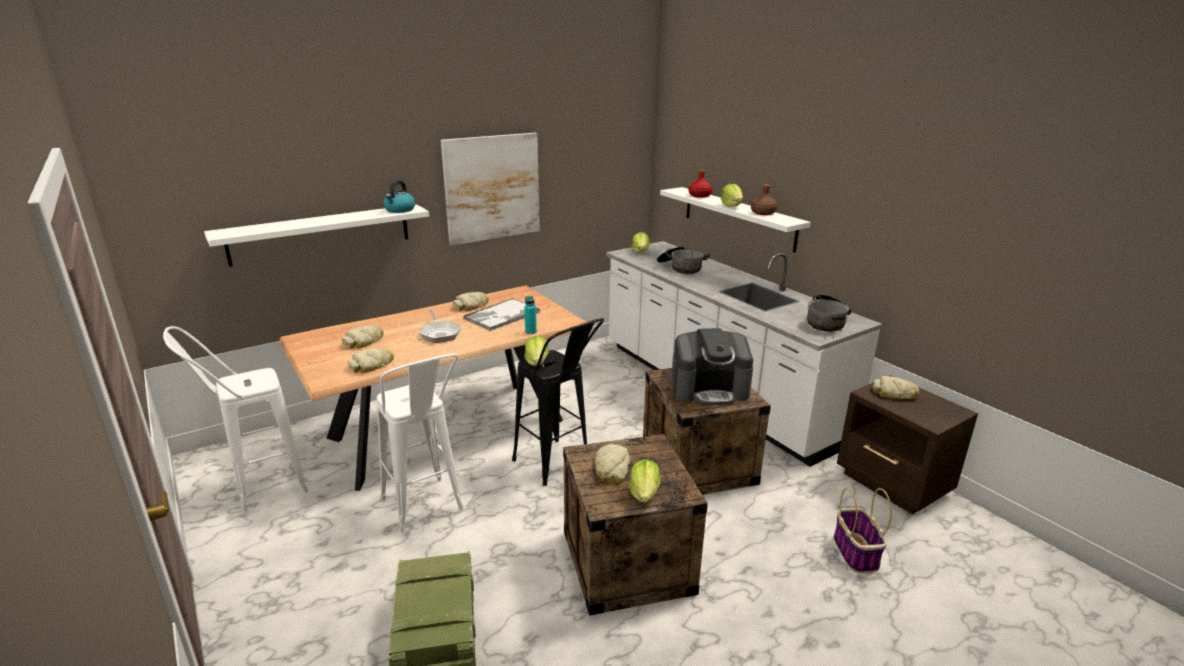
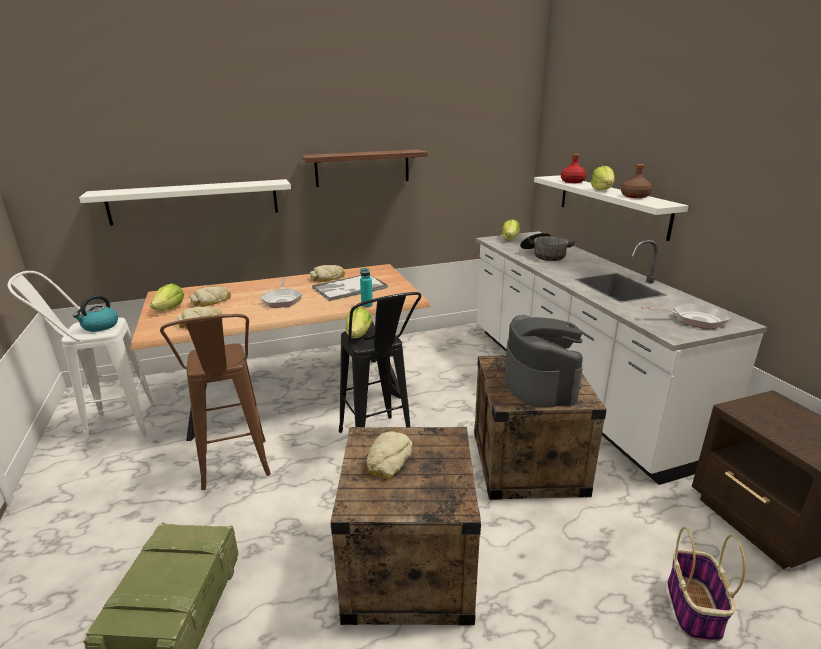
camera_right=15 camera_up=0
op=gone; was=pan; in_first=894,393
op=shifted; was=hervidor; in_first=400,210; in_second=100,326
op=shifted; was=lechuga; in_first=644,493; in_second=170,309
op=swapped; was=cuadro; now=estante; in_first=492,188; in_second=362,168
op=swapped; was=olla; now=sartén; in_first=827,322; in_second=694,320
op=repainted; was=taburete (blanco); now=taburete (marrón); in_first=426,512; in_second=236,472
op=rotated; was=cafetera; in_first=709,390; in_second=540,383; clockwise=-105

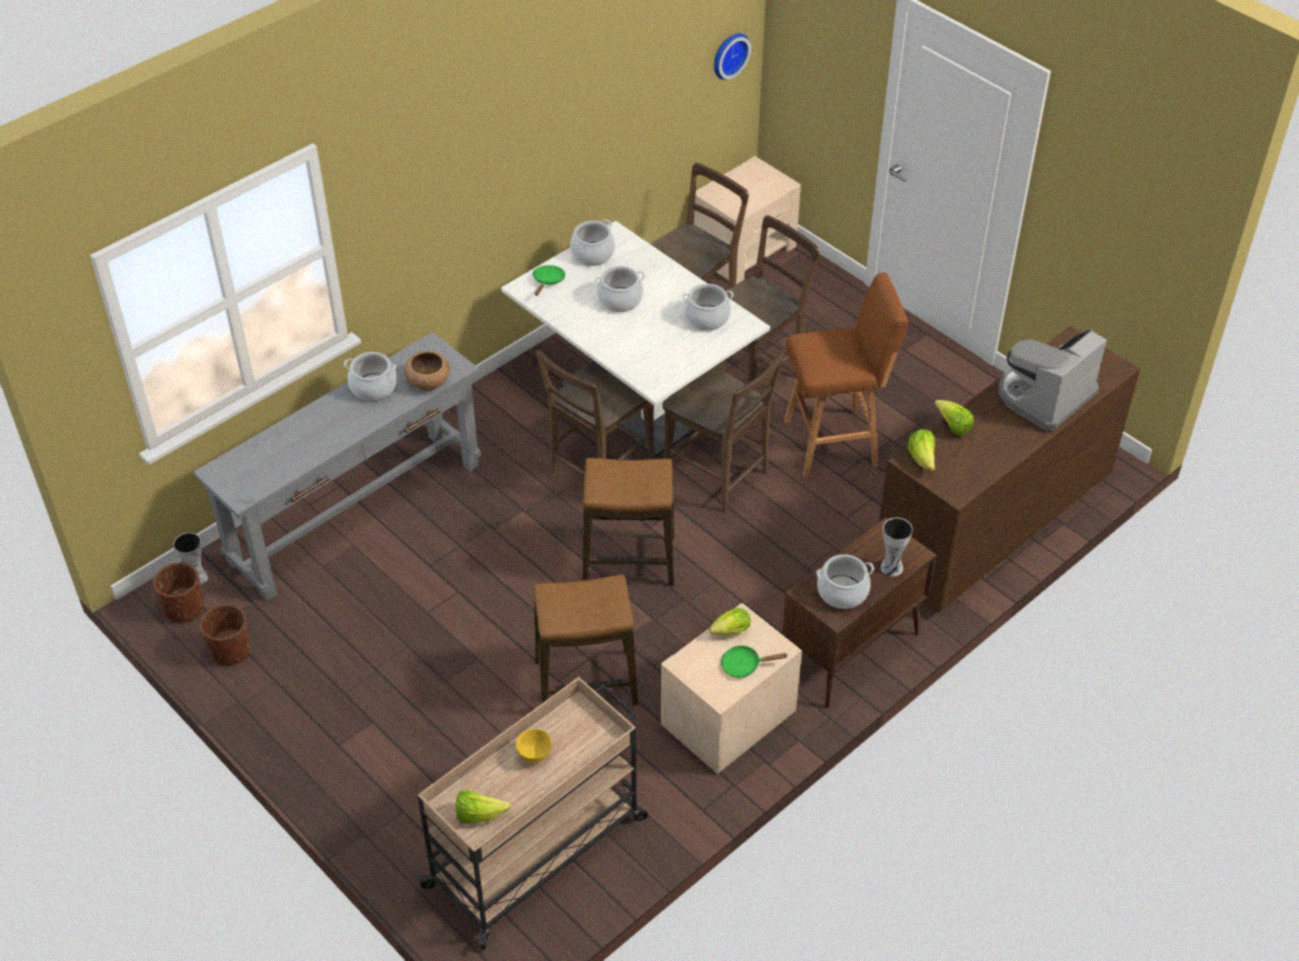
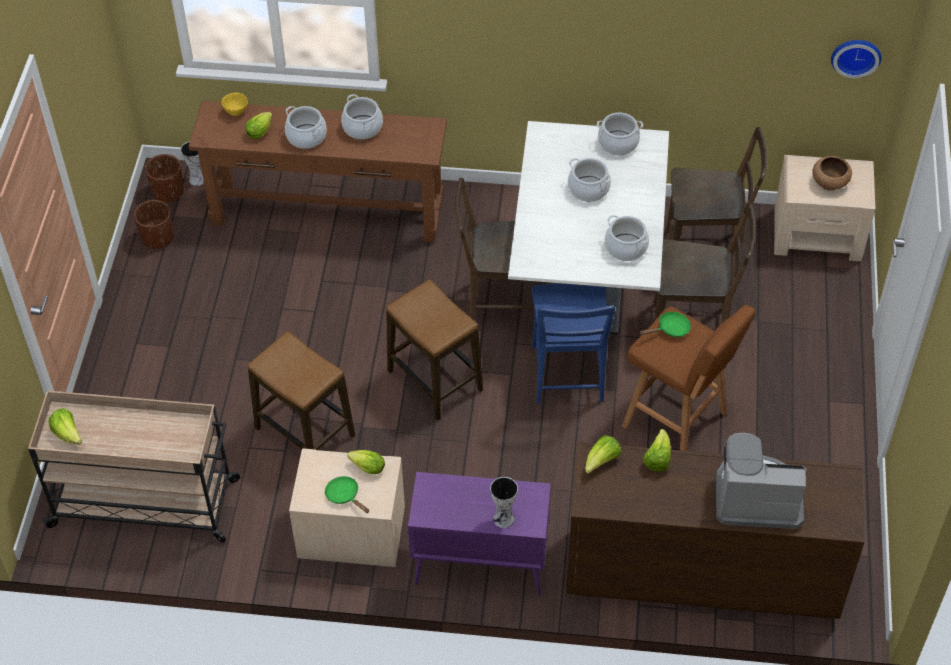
camera_right=50 camera_up=5
op=new; now=lechuga; in_second=261,131
op=shifted; was=cuenco (marrón); in_first=429,382; in_second=830,182
op=shifted; was=cuenco (amarillo); in_first=534,755; in_second=236,112
op=shifted; was=sartén (verde); in_first=548,281; in_second=670,329
op=shifted; was=olla; in_first=842,592; in_second=306,137
op=repainted; was=mesa consola (gris); now=mesa consola (marrón); in_first=356,512; in_second=327,212
op=repainted; was=silla (marrón); now=silla (azul); in_first=719,476; in_second=567,377
op=repainted; was=armario (marrón); now=armario (morado); in_first=850,654; in_second=479,566

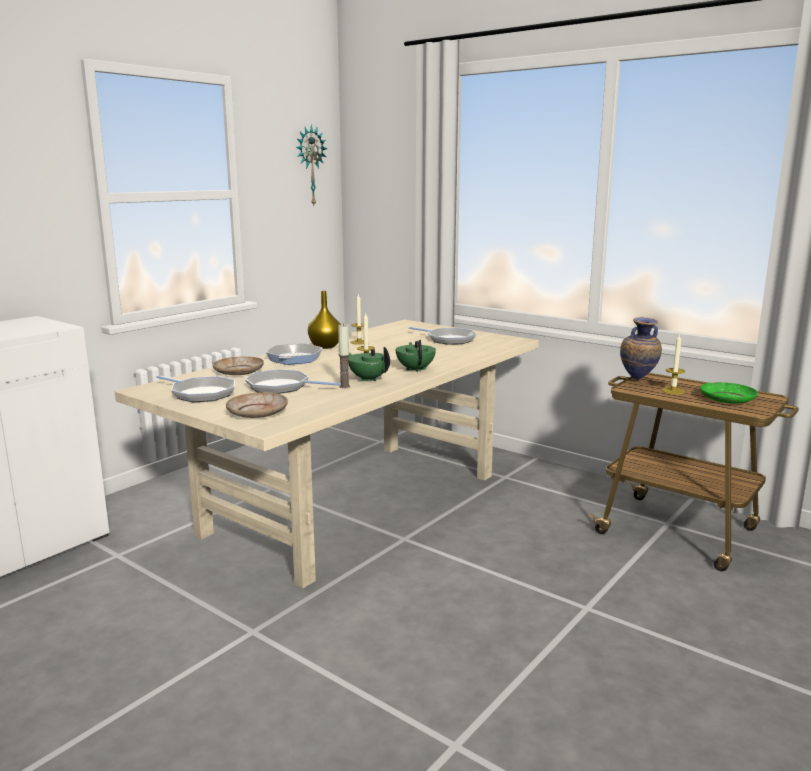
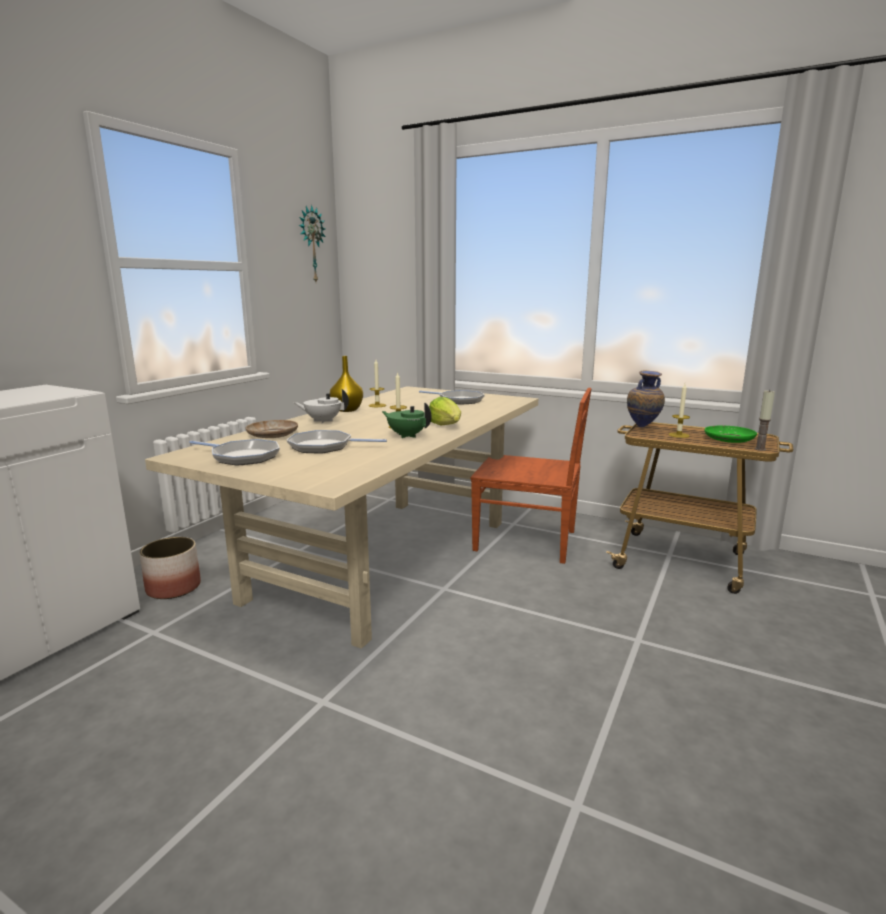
camera_right=-10 camera_up=0
op=gone; was=plato (beis); in_first=258,413
op=new; now=maceta; in_second=173,588
op=new; now=silla (marrón); in_second=528,541
op=shifted; was=vela; in_first=344,386; in_second=760,449
op=swapped; was=sartén; now=tetera (blanco); in_first=294,358; in_second=323,421
op=swapped; was=tetera (verde); now=lechuga; in_first=415,369; in_second=446,425

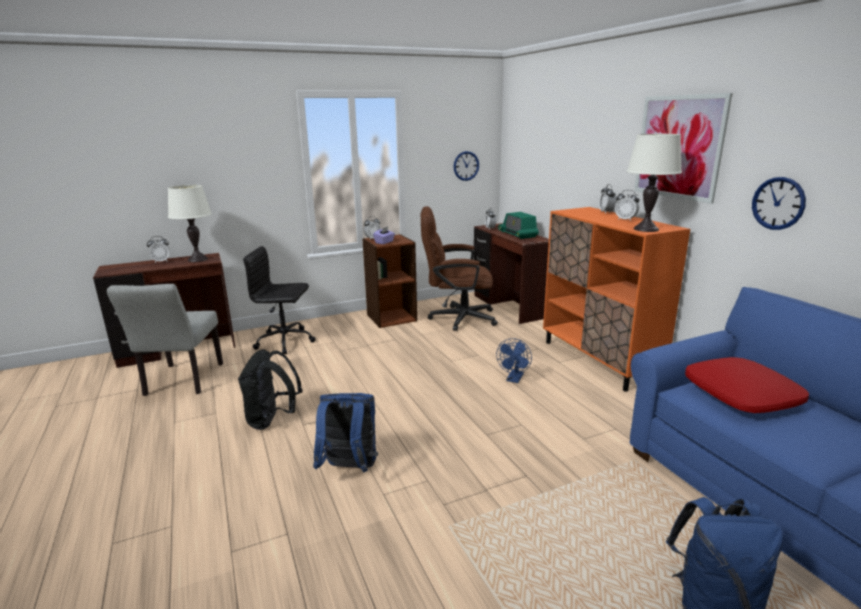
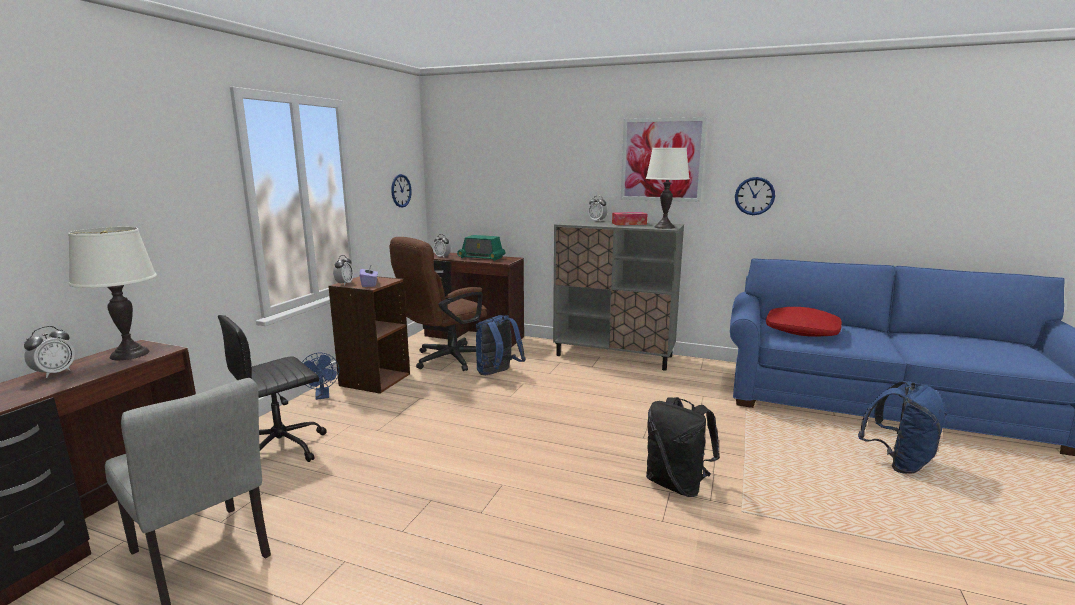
camera_right=-45 camera_up=-5
op=shifted; was=mochila (negro); in_first=272,420; in_second=677,484
op=shifted; was=mochila (azul); in_first=349,469; in_second=497,373
op=shifted; was=ventilador (azul); in_first=514,379; in_second=322,396
op=swapped; was=despertador; now=caja de pañuelos; in_first=625,220; in_second=629,224
op=repainted; was=armario (naranja); now=armario (gris); in_first=599,360; in_second=614,356

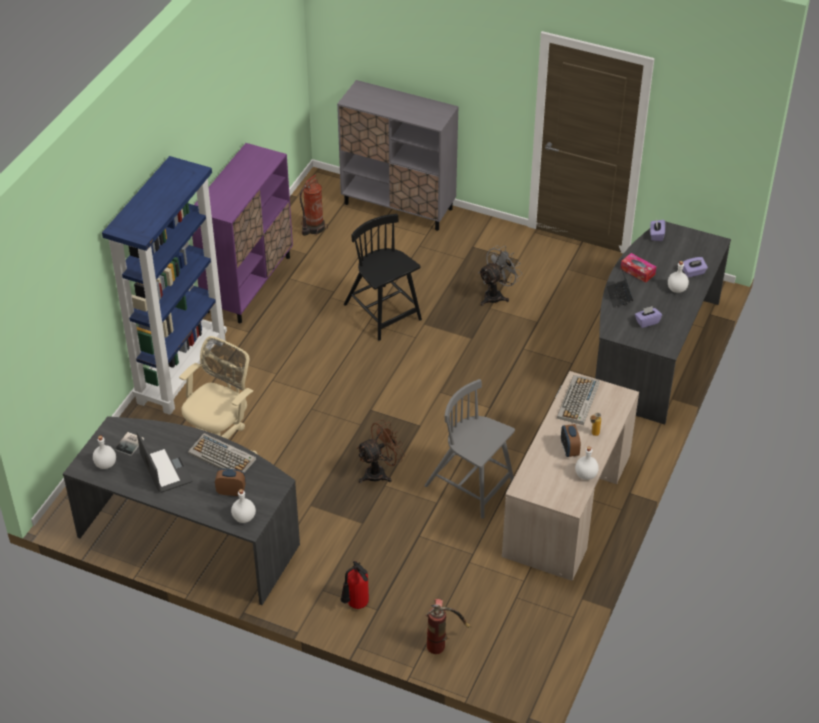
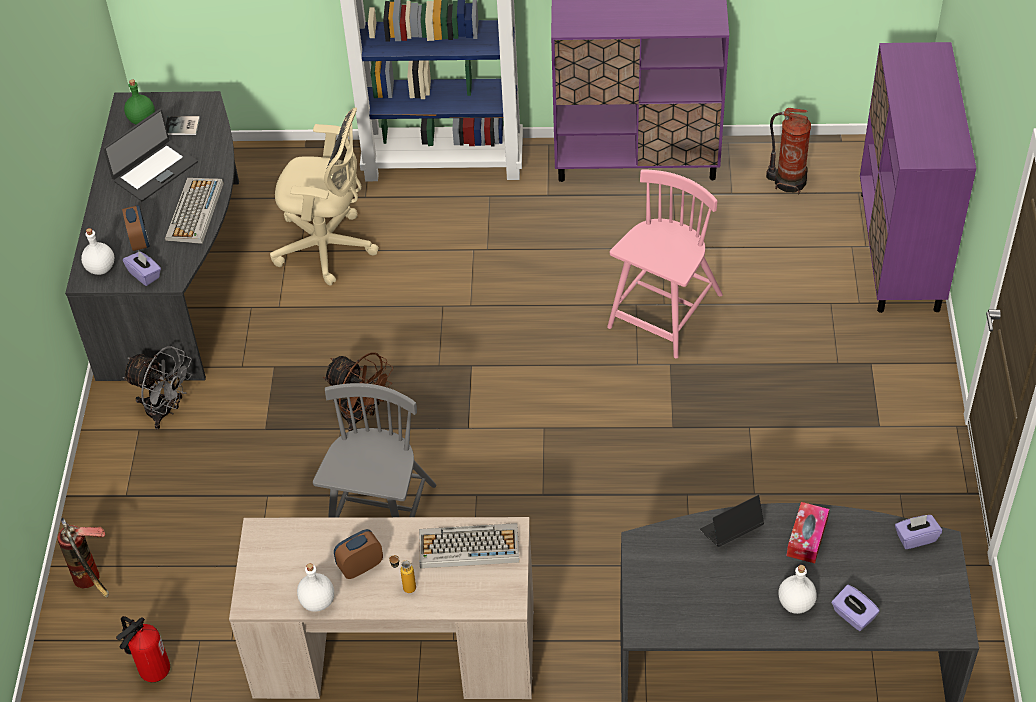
camera_right=70 camera_up=5
op=shifted; was=extintor; in_first=356,605; in_second=150,670
op=shifted; was=ventilador (gris); in_first=496,295; in_second=166,411
op=shifted; was=caja de pañuelos (morado); in_first=647,322; in_second=145,275
op=repainted; was=botella (blanco); now=botella (verde); in_first=105,464; in_second=142,119
op=repainted; was=armario (gris); now=armario (morado); in_first=398,206; in_second=899,251
op=repainted; was=silla (negro); now=silla (rosa); in_first=383,313; in_second=664,313

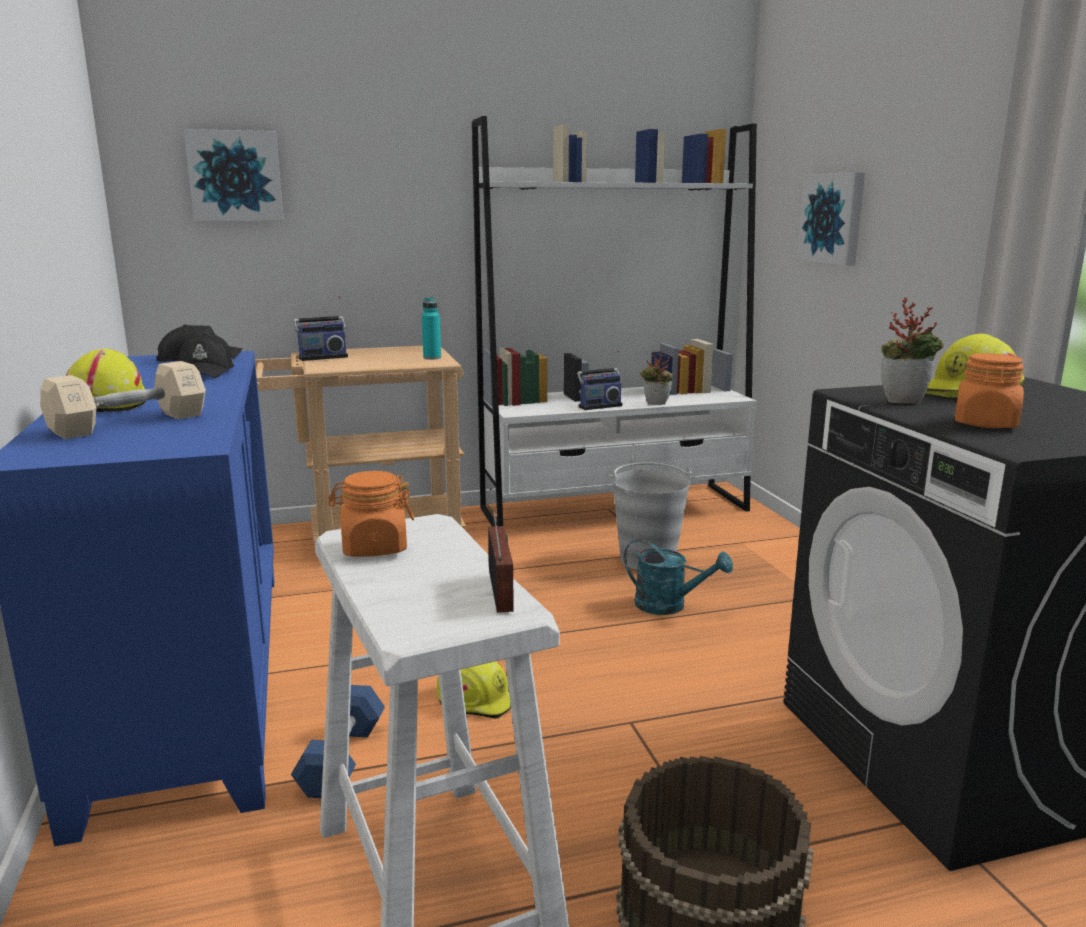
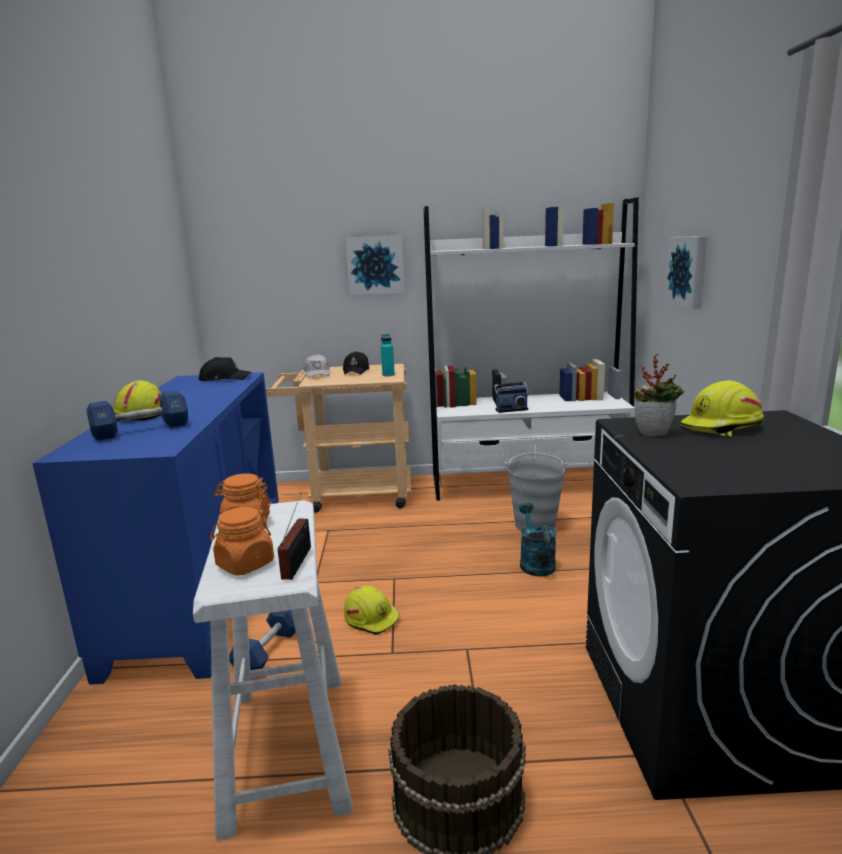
camera_right=15 camera_up=0
op=gone; was=planta en maceta; in_first=655,404
op=shifted; was=gorra (negro); in_first=207,372; in_second=356,371
op=shifted; was=cuadro; in_first=235,176; in_second=375,265
op=shifted; was=tarro (naranja); in_first=985,424; in_second=245,564
op=swapped; was=radio; now=gorra (blanco); in_first=322,357; in_second=317,373
op=repainted; was=mancuerna (beis); now=mancuerna (azul); in_first=130,424; in_second=141,430
op=rotated; was=regadera (turquesa); in_first=669,606; in_second=535,562; clockwise=-135

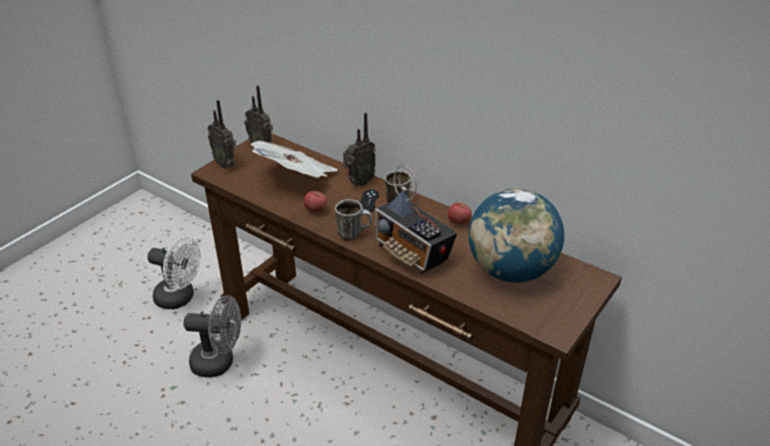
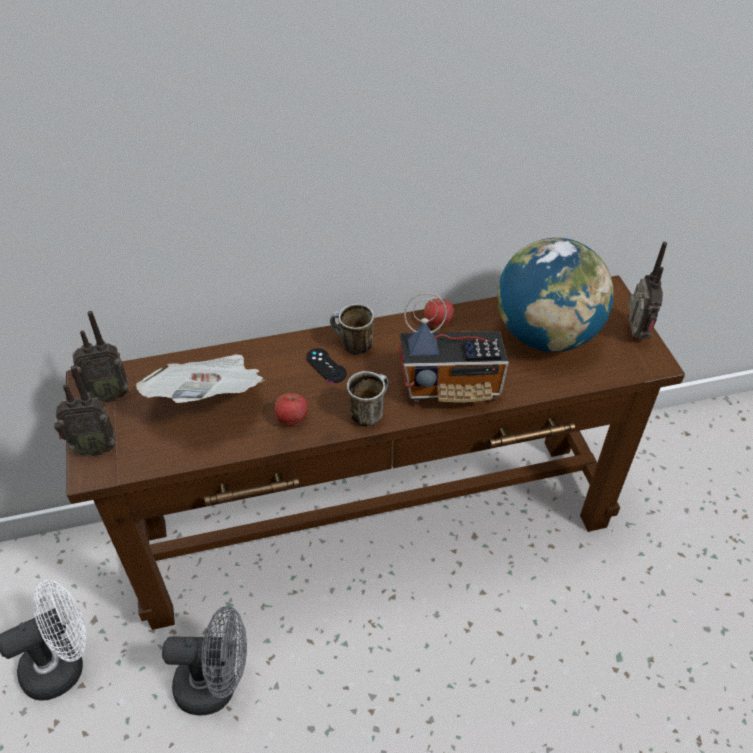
camera_right=-50 camera_up=10
op=shifted; was=radio; in_first=358,182; in_second=634,334
op=rotated; was=ventilador (gris); in_first=219,362; in_second=216,685; clockwise=45

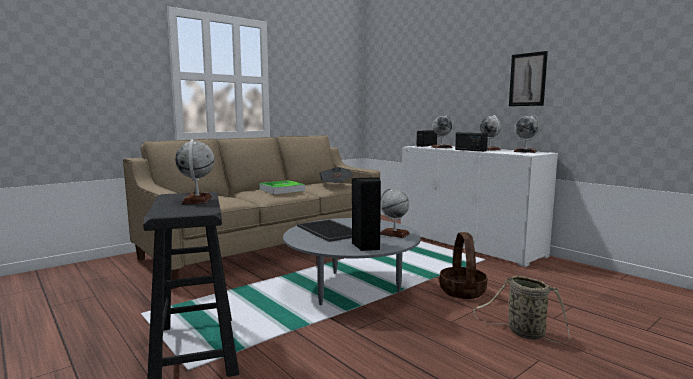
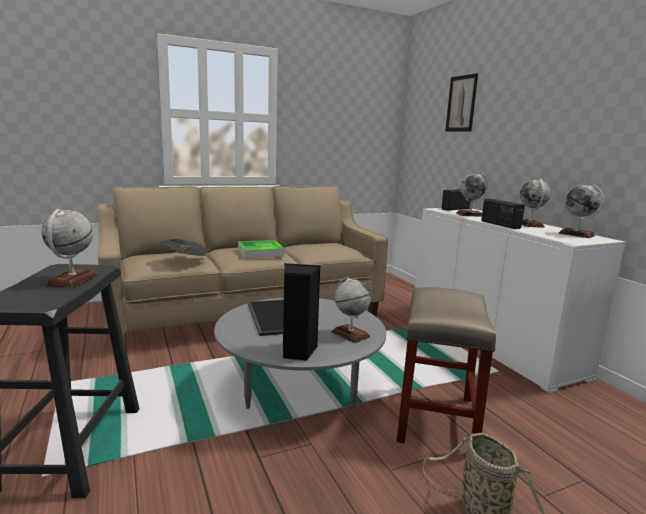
camera_right=15 camera_up=5
op=shifted; was=periódico; in_first=336,185; in_second=187,261
op=shifted; was=cuadro; in_first=527,79; in_second=461,103
op=swapped; was=cesta; now=taburete (beis); in_first=462,291; in_second=437,420

